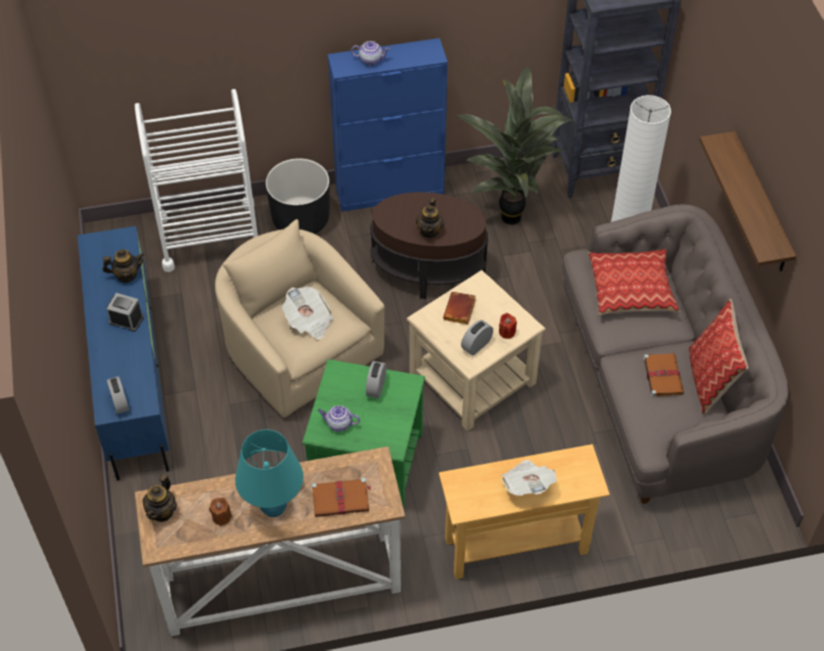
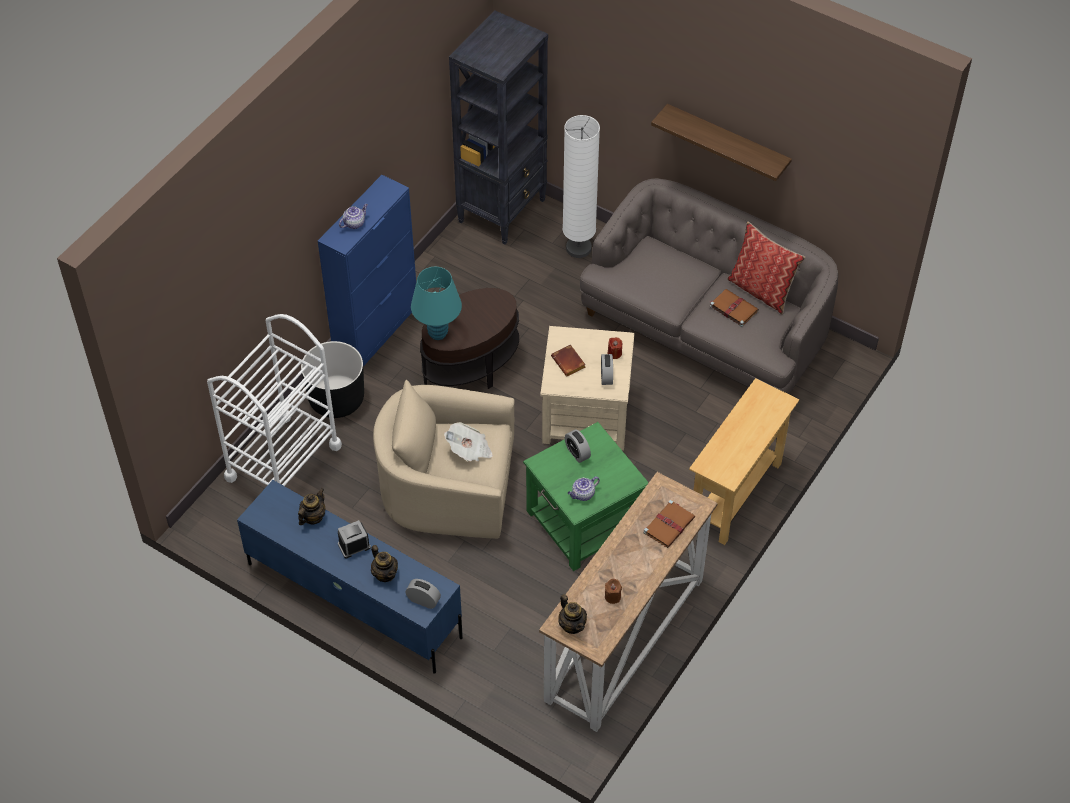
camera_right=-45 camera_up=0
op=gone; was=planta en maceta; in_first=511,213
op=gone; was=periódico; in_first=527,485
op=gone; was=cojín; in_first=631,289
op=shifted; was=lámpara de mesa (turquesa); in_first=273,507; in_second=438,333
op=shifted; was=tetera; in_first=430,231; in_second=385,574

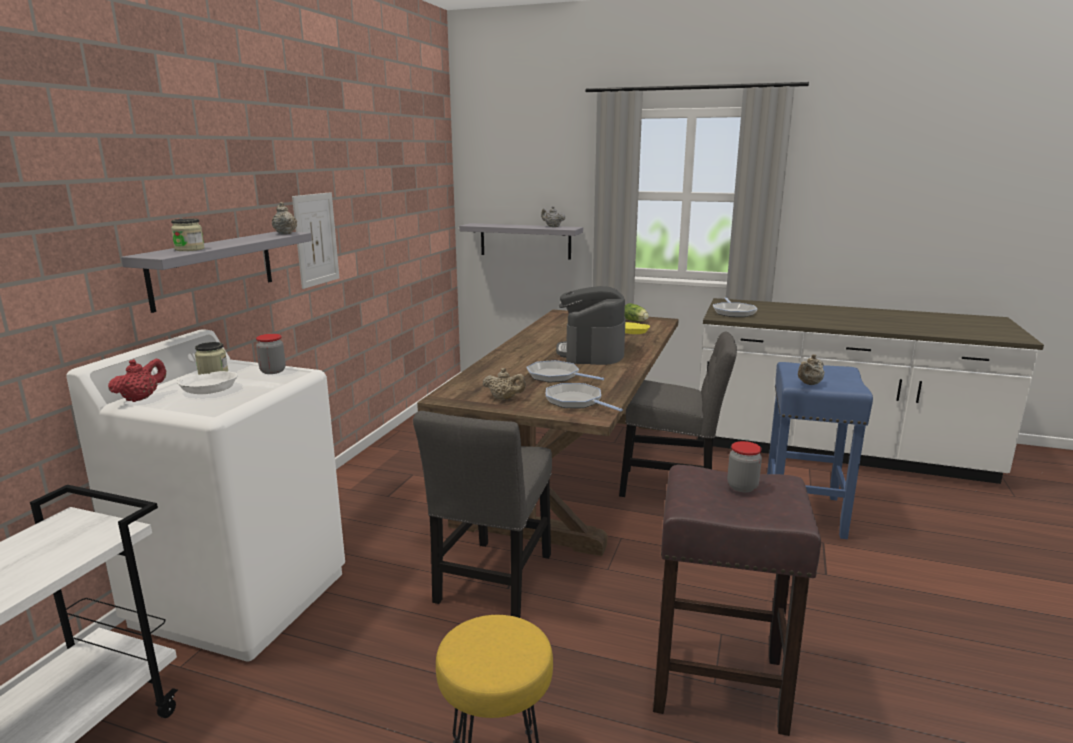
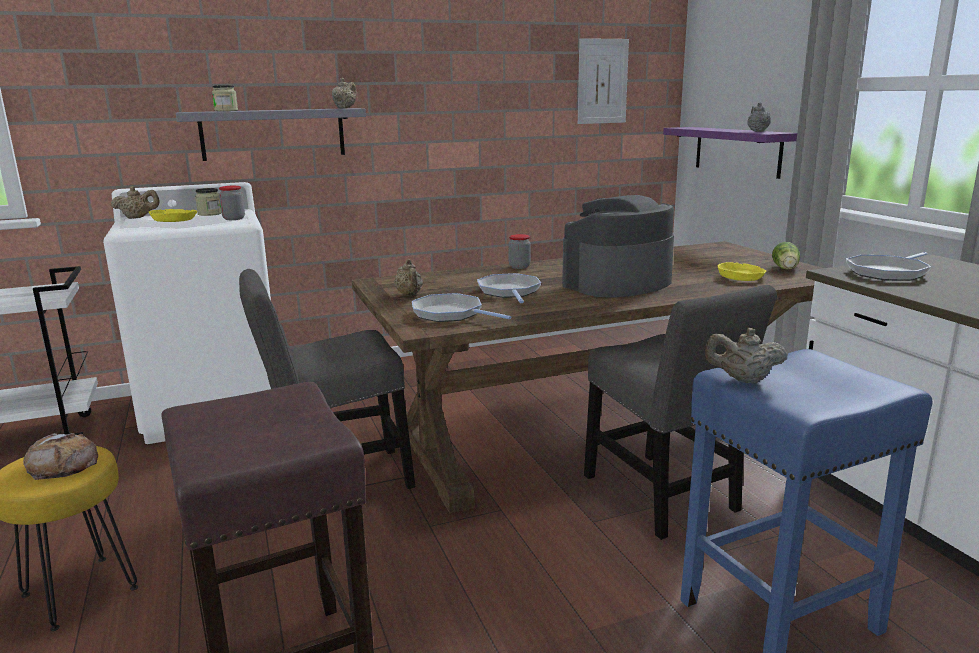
camera_right=50 camera_up=0
op=new; now=pan; in_second=63,464
op=shifted; was=cuadro; in_first=316,239; in_second=602,81
op=shifted; was=tarro; in_first=742,487; in_second=519,267
op=repainted; was=tetera (rojo); now=tetera (beis); in_first=141,398; in_second=138,218
op=repainted; was=cuenco (blanco); now=cuenco (amarillo); in_first=209,388; in_second=174,220
op=repainted; was=estante (gris); now=estante (morado); in_first=525,241; in_second=737,151
op=rotated; was=sartén; in_first=576,401; in_second=451,314; clockwise=-60

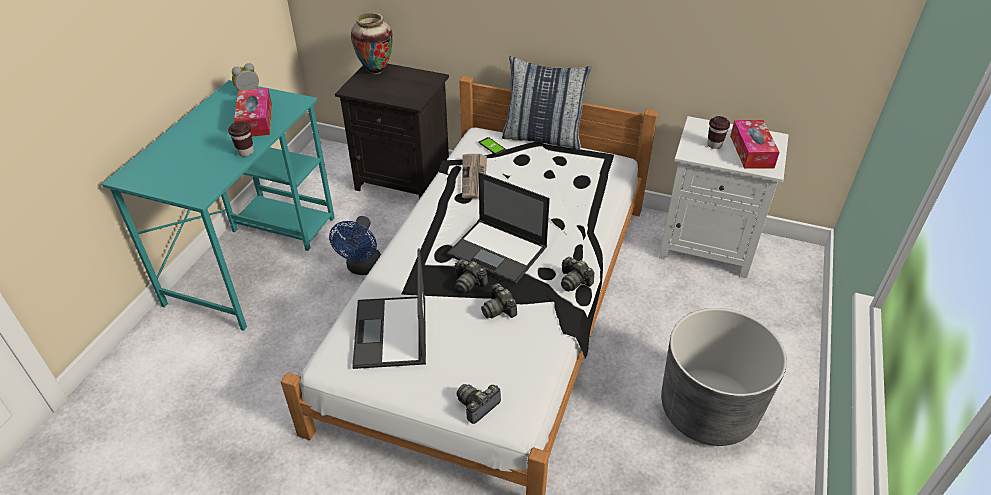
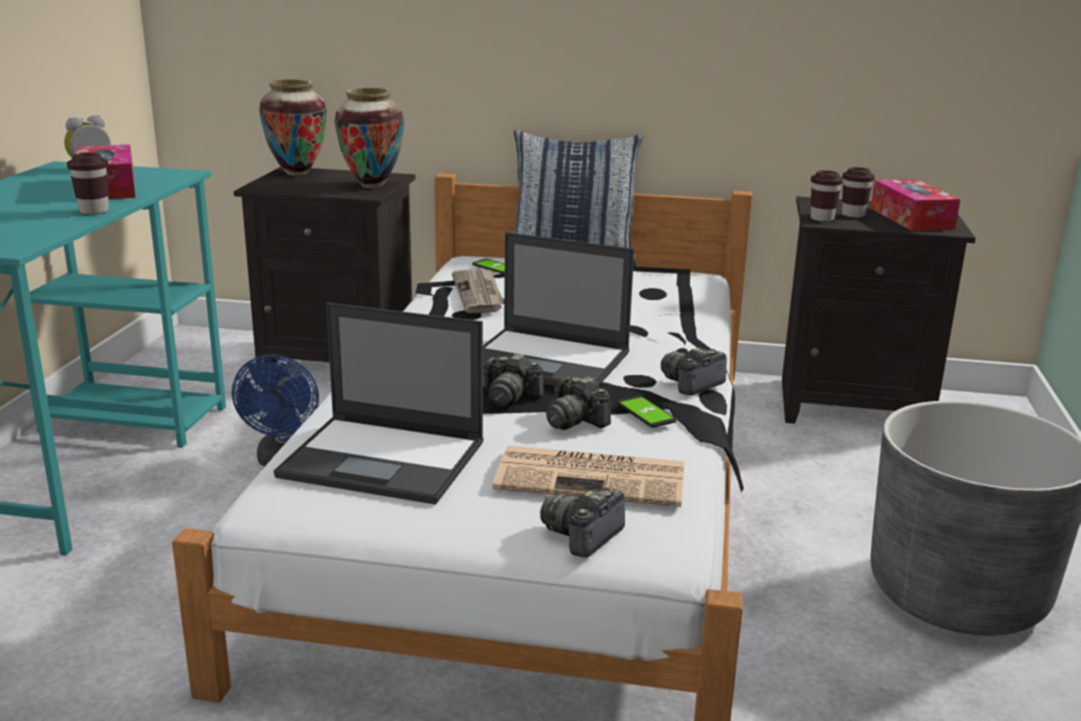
camera_right=-10 camera_up=-20
op=new; now=florero; in_second=372,186
op=new; now=periódico; in_second=594,477
op=new; now=móvil; in_second=645,413
op=new; now=taza (marrón); in_second=822,219
op=repainted; was=mesita de noche (blanco); now=mesita de noche (negro); in_first=708,245; in_second=855,405
op=rotated; was=portátil; in_first=391,333; in_second=385,459; clockwise=-60
op=rotated; was=cámara; in_first=574,281; in_second=692,384; clockwise=105

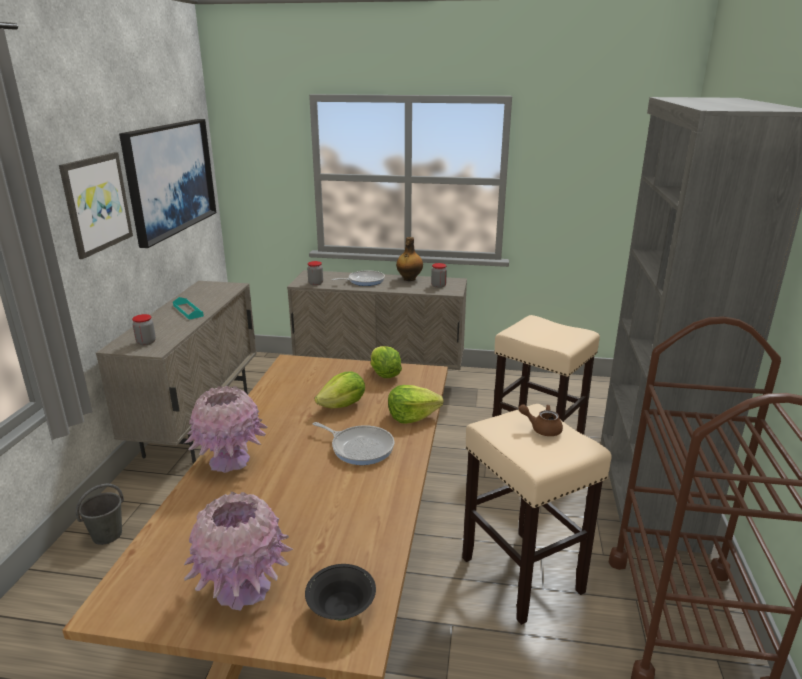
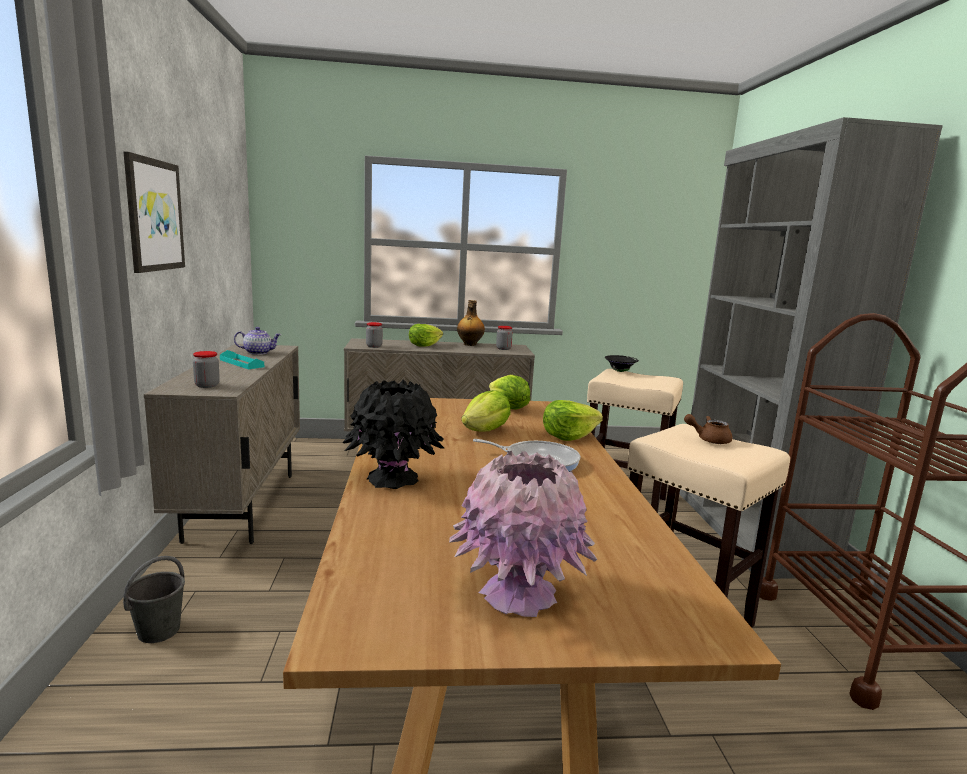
camera_right=-15 camera_up=-10
op=gone; was=cuadro; in_first=170,178
op=new; now=tetera; in_second=258,353
op=shifted; was=cuenco (negro); in_first=341,610; in_second=620,371
op=swapped; was=sartén; now=lechuga; in_first=364,281; in_second=424,345
op=repainted; was=florero (rosa); now=florero (negro); in_first=230,461; in_second=393,479

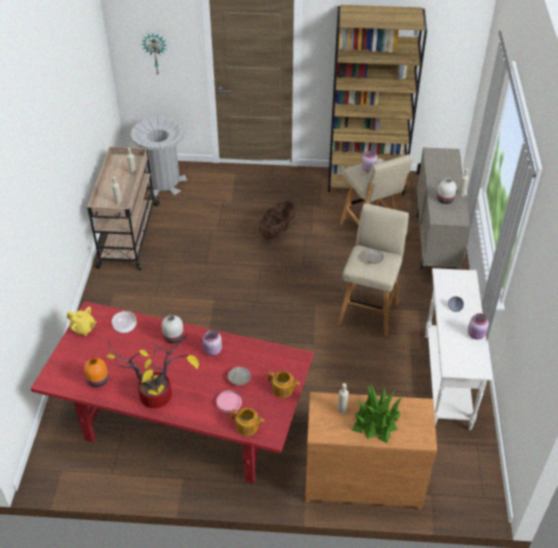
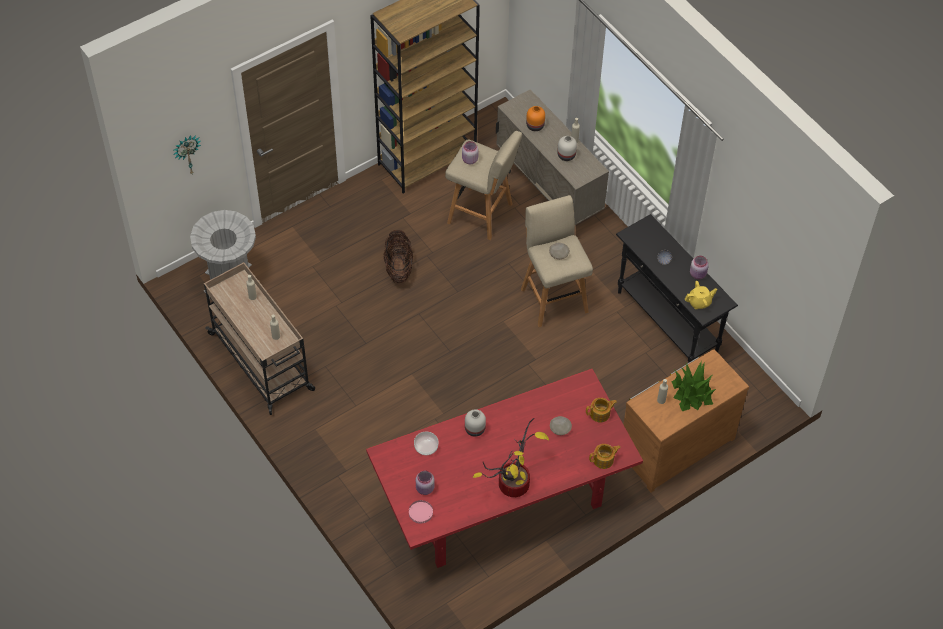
camera_right=-40 camera_up=10
op=shifted; was=tetera (amarillo); in_first=83,328; in_second=699,302
op=shifted; was=florero (naranja); in_first=98,380; in_second=535,126
op=shifted; was=tarro (rosa); in_first=212,351; in_second=425,489
op=shifted; was=plato (rosa); in_first=229,402; in_second=420,512
op=repainted; was=mesa consola (blanco); now=mesa consola (negro); in_first=446,381; in_second=667,322

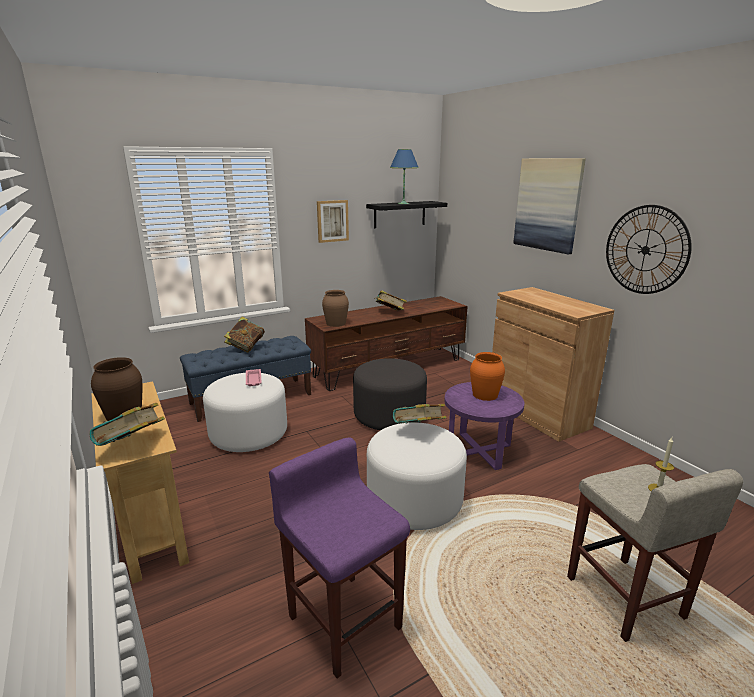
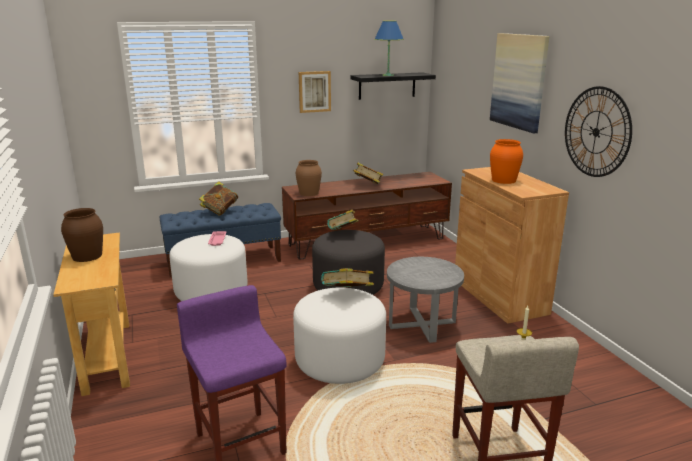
camera_right=10 camera_up=0
op=shifted; was=libro; in_first=132,446; in_second=343,233
op=shifted; was=florero (naranja); in_first=485,394; in_second=504,180
op=repainted; was=mesa auxiliar (morado); now=mesa auxiliar (gris); in_first=479,450; in_second=422,324

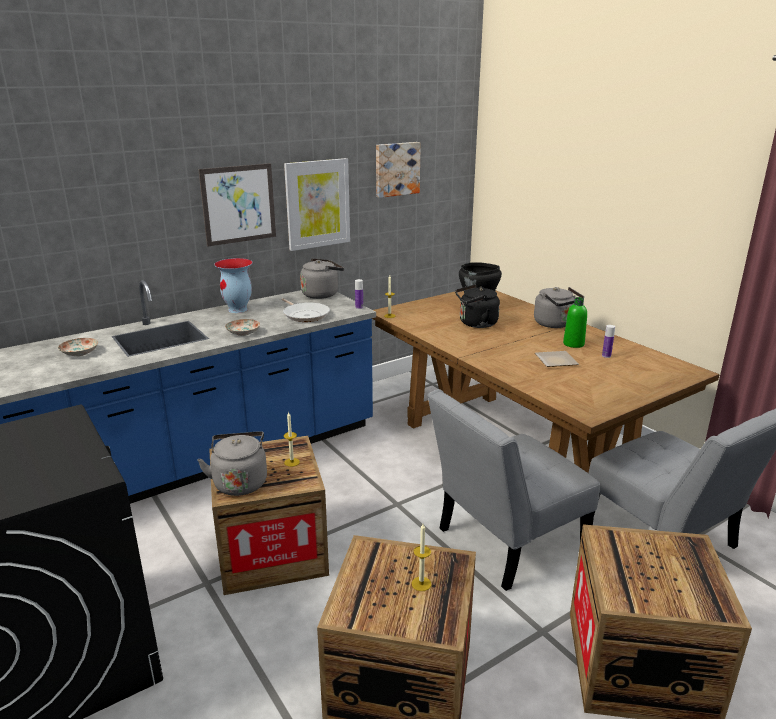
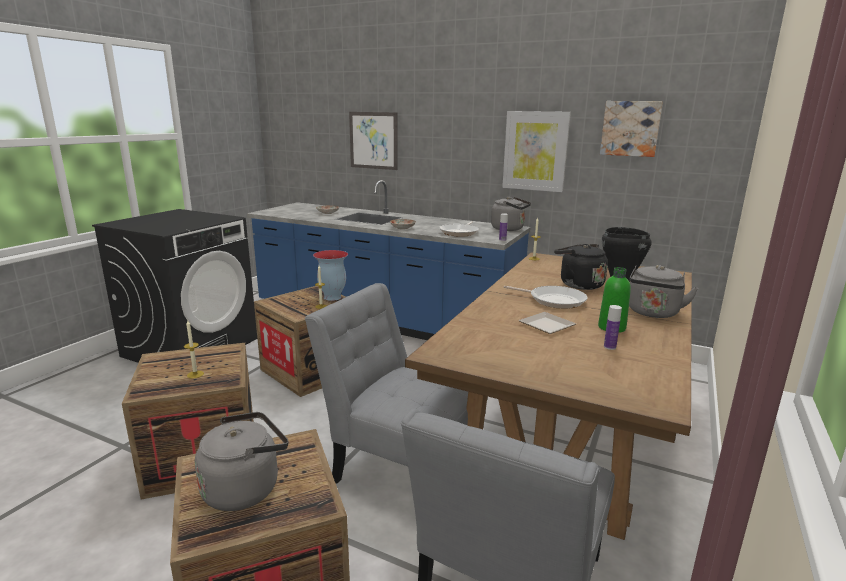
camera_right=60 camera_up=-5
op=new; now=sartén; in_second=554,300
op=shifted; was=hervidor (gris); in_first=240,482; in_second=245,488
op=shifted; was=cuadro; in_first=238,204; in_second=373,140
op=shifted; was=florero; in_first=238,310; in_second=332,297

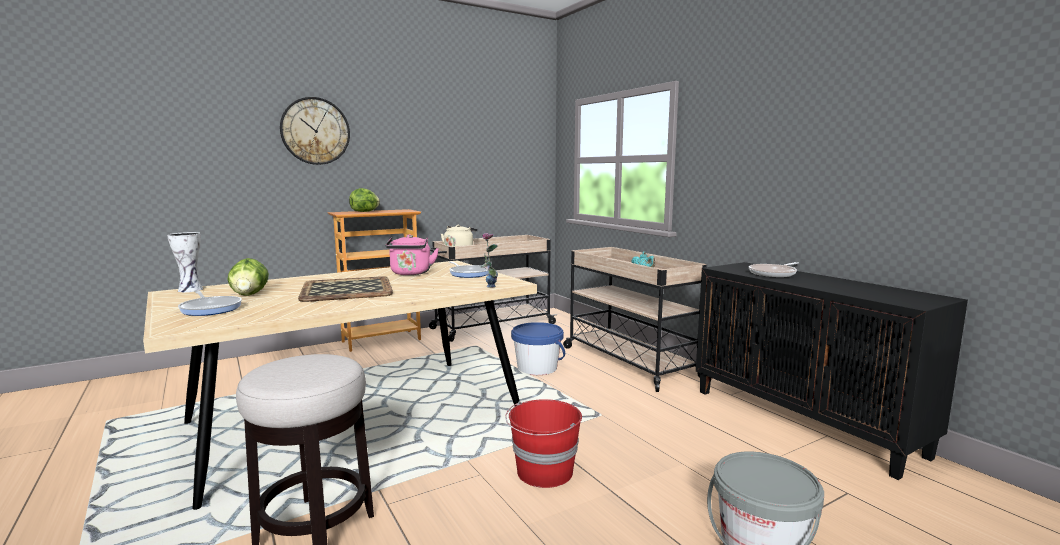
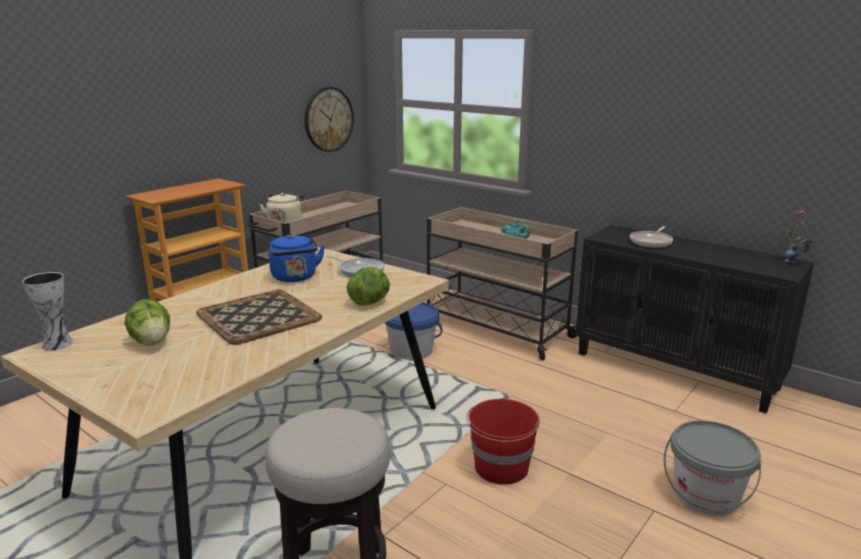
camera_right=-20 camera_up=10
op=gone; was=sartén; in_first=211,308
op=shifted; was=reloj de pared; in_first=315,131; in_second=328,119
op=shifted; was=lechuga; in_first=365,211; in_second=370,302
op=shifted; was=florero; in_first=489,288; in_second=793,263
op=repainted; was=hervidor (rosa); now=hervidor (azul); in_first=411,273; in_second=295,278

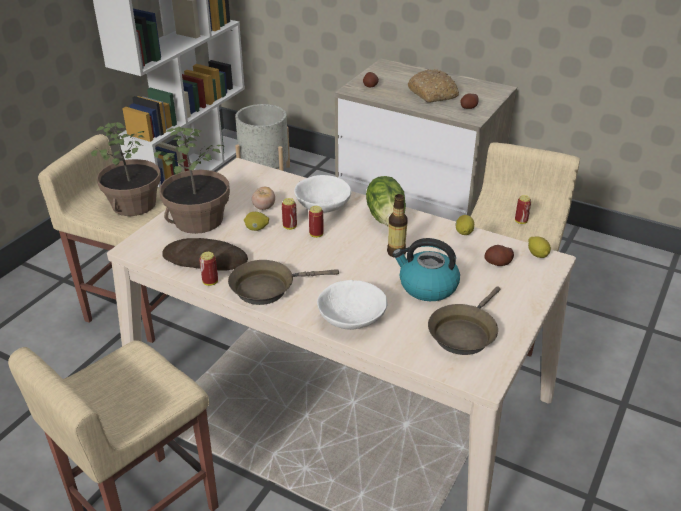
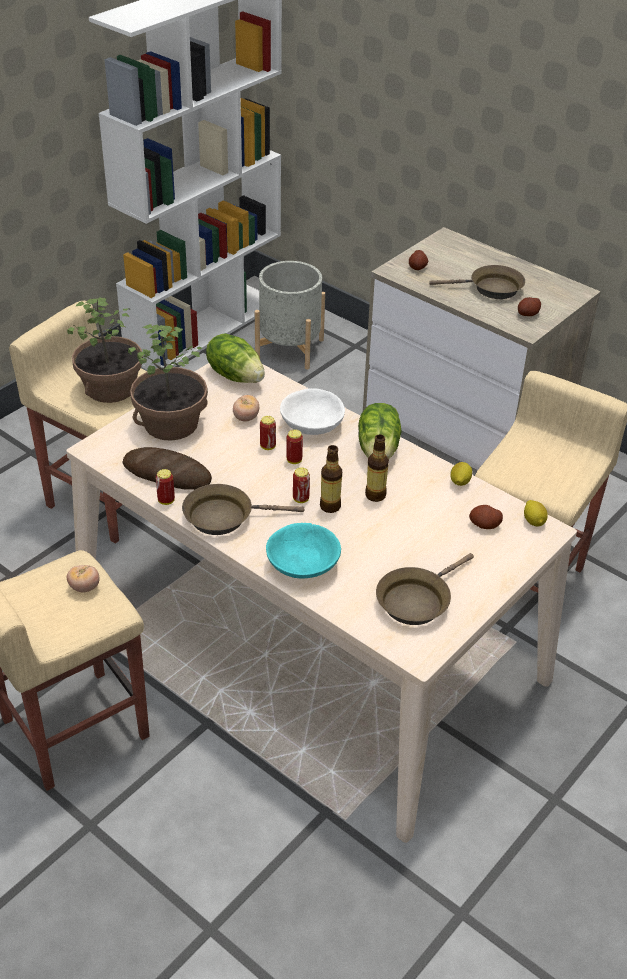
camera_right=10 camera_up=5
op=gone; was=limón; in_first=256,229
op=gone; was=hervidor; in_first=427,286
op=new; now=tomate; in_second=84,587
op=new; now=lechuga; in_second=236,375
op=new; now=botella; in_second=330,506
op=shifted; was=lata; in_first=521,221; in_second=301,499
op=swapped; was=pan; now=sartén (marrón); in_first=433,94; in_second=491,288
op=repainted; was=cuenco (blanco); now=cuenco (turquesa); in_first=351,319; in_second=302,565

